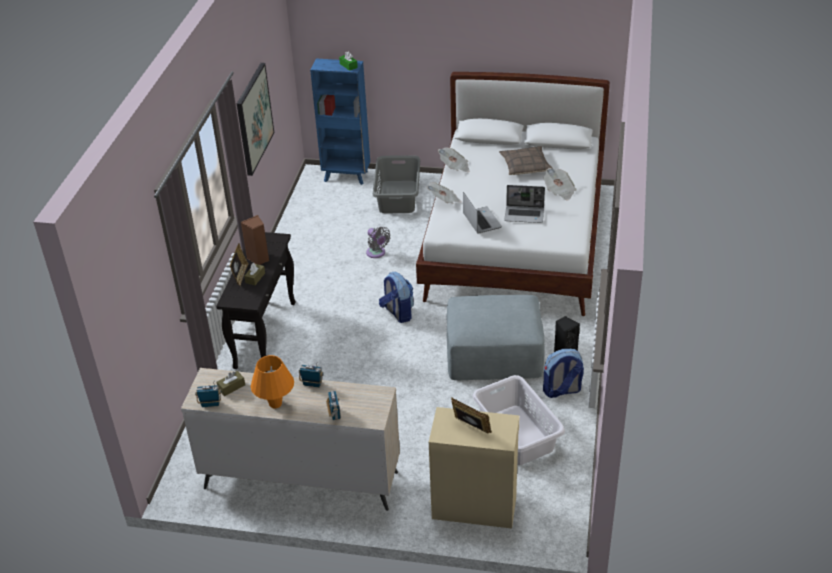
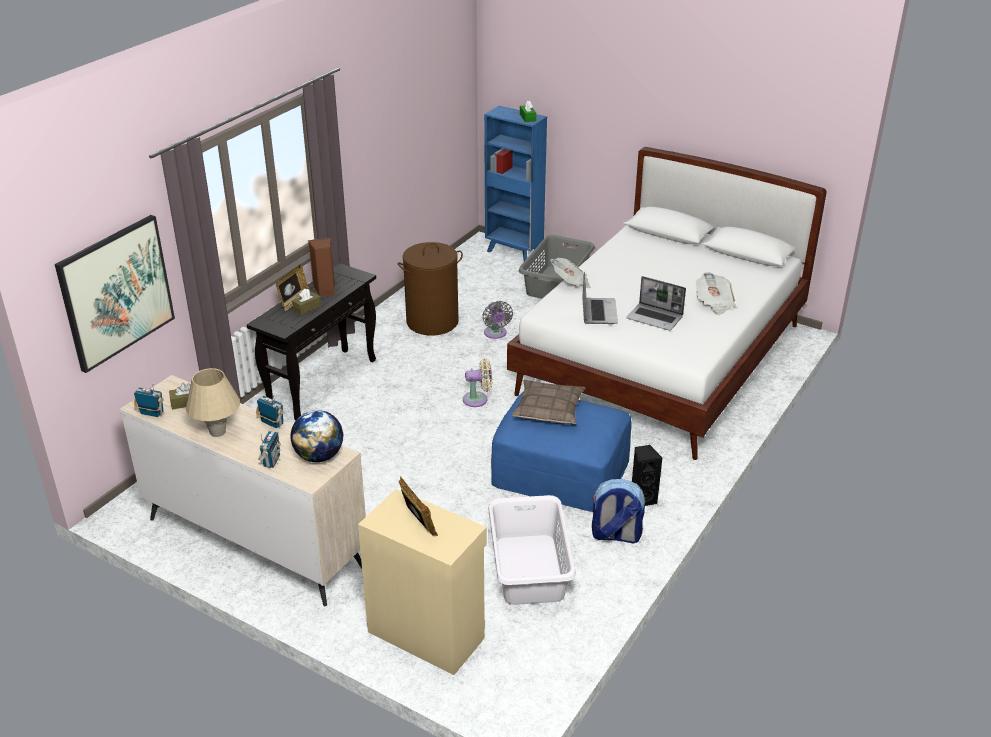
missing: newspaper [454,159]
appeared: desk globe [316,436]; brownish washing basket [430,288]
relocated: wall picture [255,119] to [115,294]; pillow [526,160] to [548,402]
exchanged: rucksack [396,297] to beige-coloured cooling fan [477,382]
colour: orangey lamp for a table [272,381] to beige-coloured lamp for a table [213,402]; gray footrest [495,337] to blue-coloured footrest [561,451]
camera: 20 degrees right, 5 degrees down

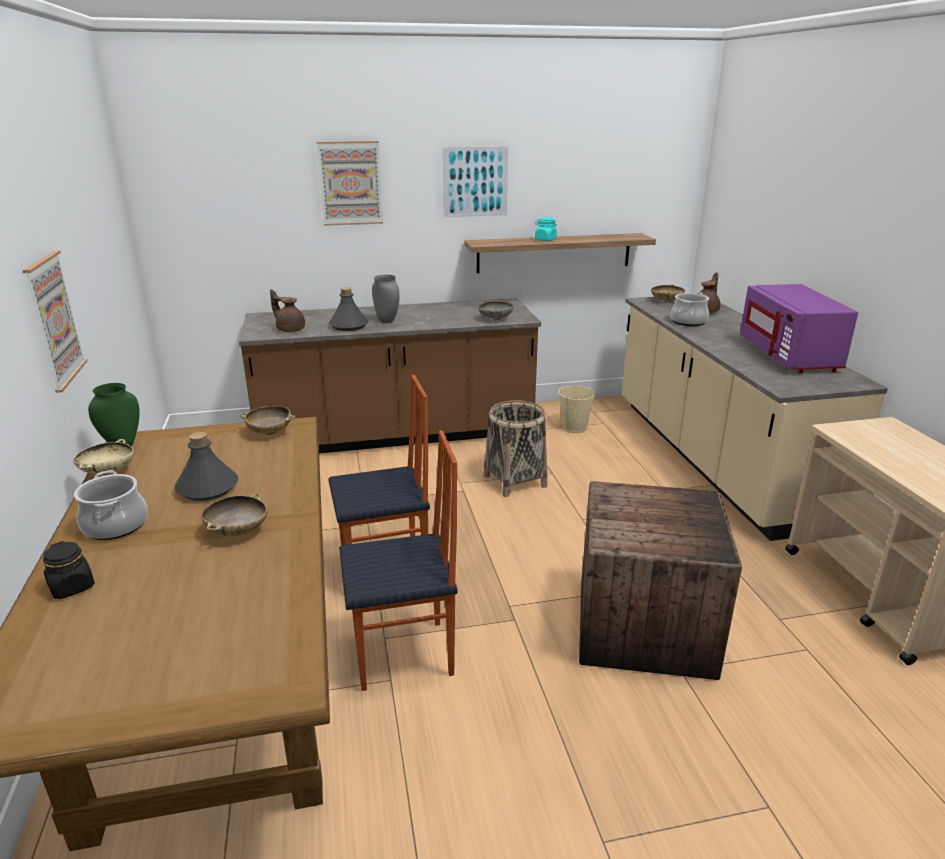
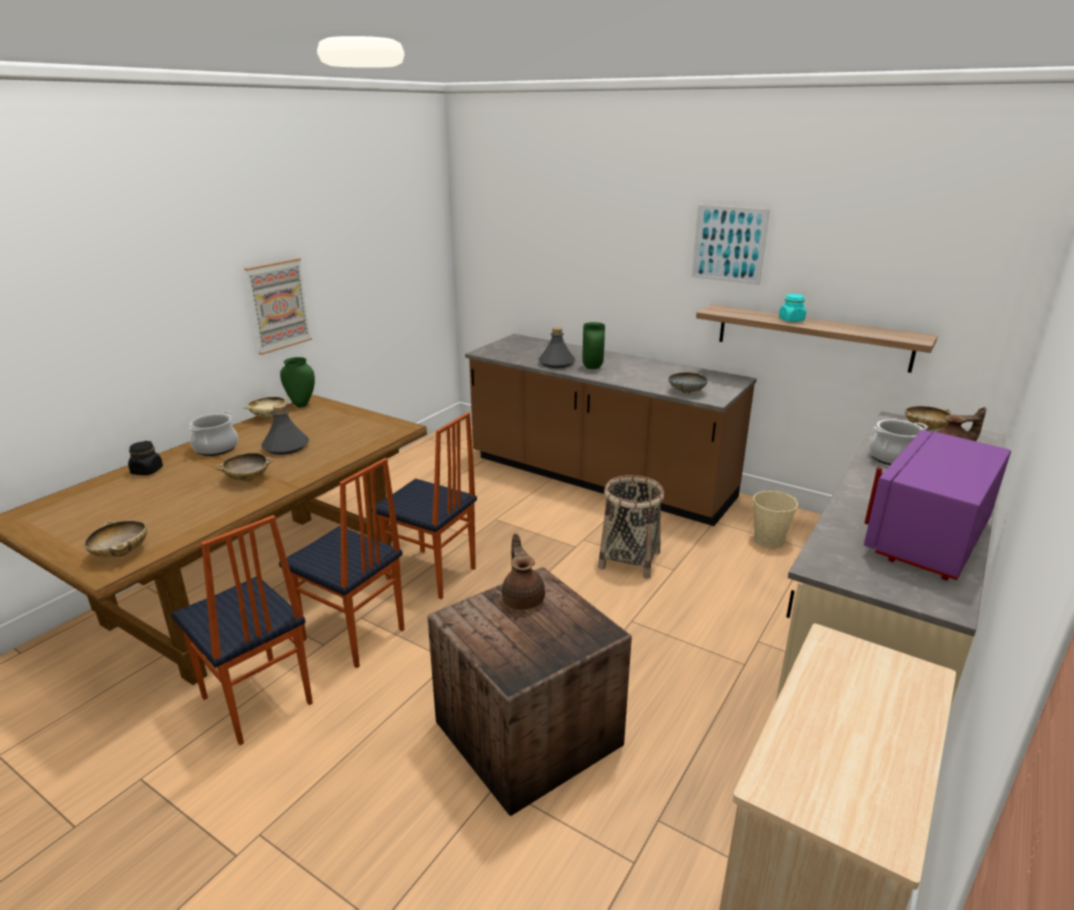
missing: wall picture [350,183]
appeared: plain chair [242,630]
relocated: beige-coloured bowl [267,420] to [115,538]; brownish pot for tea [287,310] to [523,571]
colour: gray vase [386,299] to green-coloured vase [593,345]
camera: 45 degrees right, 0 degrees up

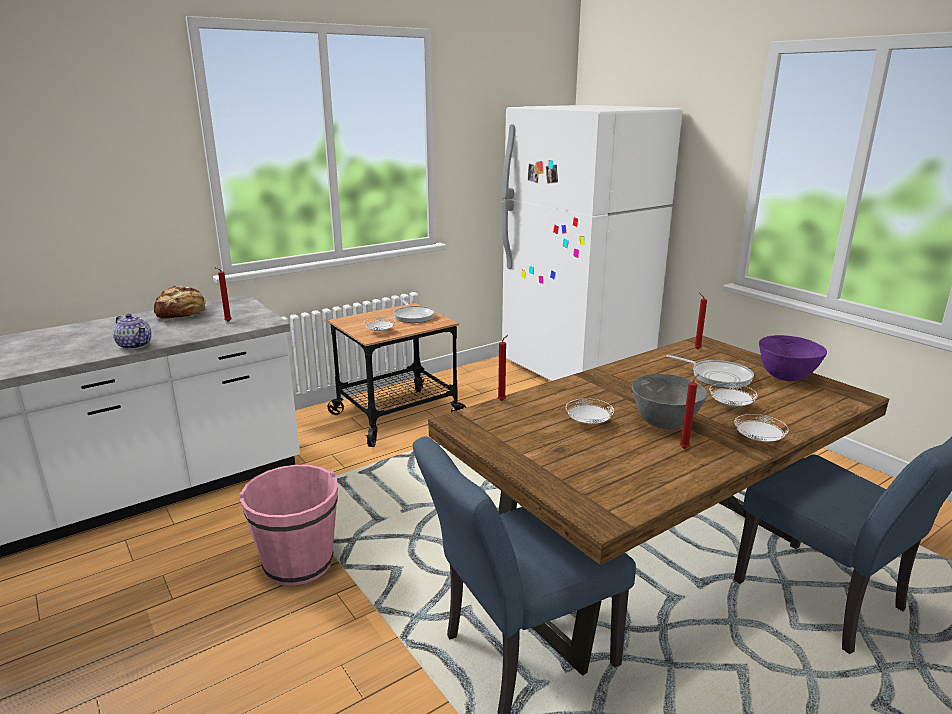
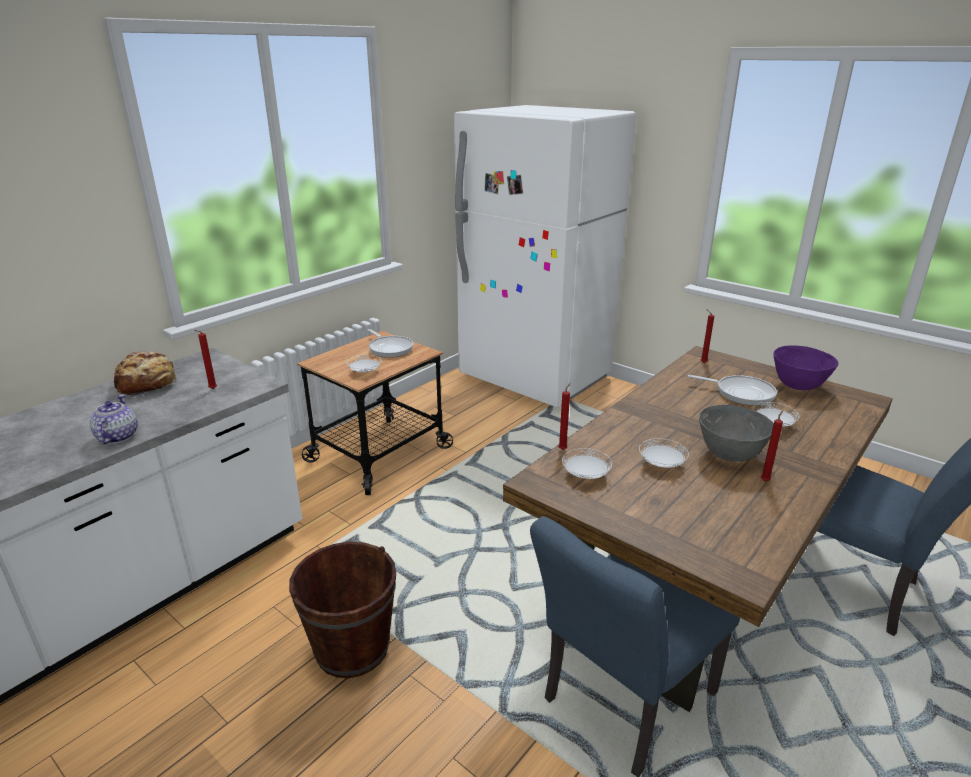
relocated: white-coloured flat dish [761,428] to [587,463]
colour: pink pail [289,525] to brownish pail [342,610]
spun: pot for tea [132,331] = [114,419] 120 degrees counterclockwise
camera: 15 degrees left, 5 degrees up

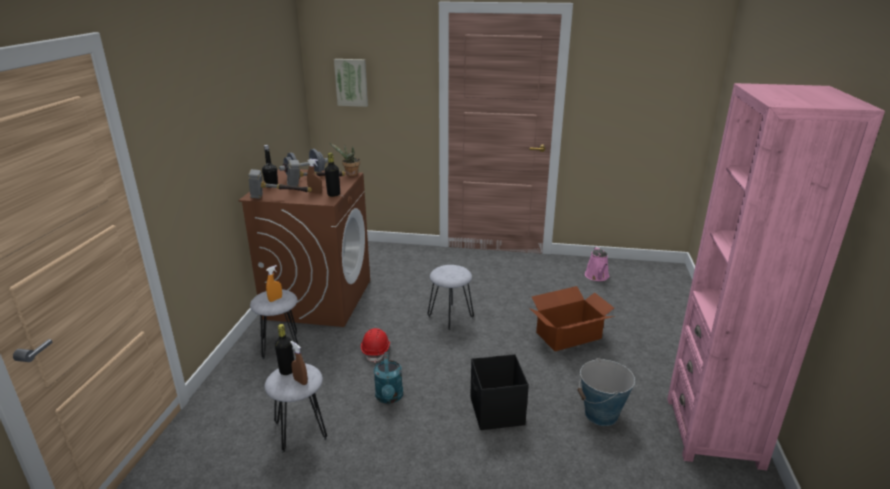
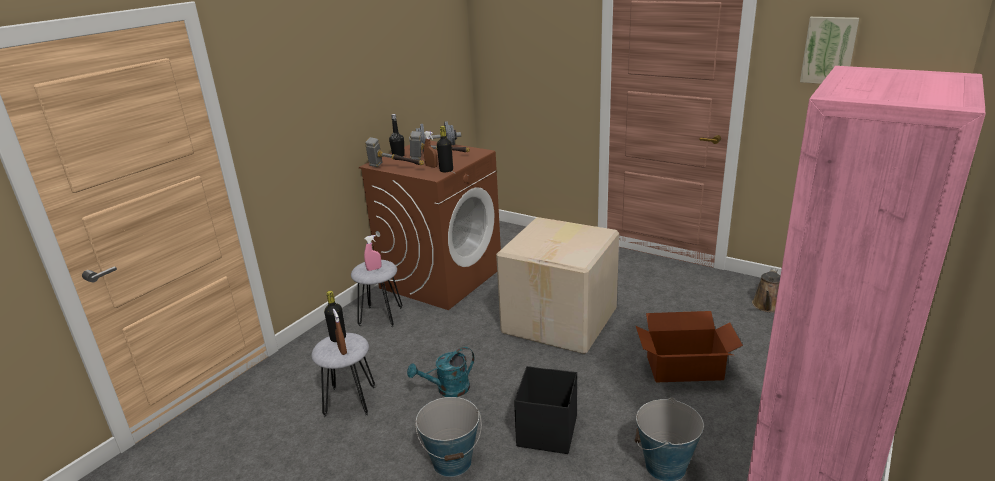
missing: potted plant [344,159]; red-coloured hard hat [375,345]
appeared: pail [448,437]
relocated: wall picture [351,83] to [829,50]
exchanged: gray stool [451,297] to carton [557,285]
colour: orangey sprayer [274,283] to pink sprayer [373,253]; pink sprinkling can [597,264] to brownish sprinkling can [766,290]
spun: turquoise-coloured sprinkling can [388,378] = [440,372] 45 degrees clockwise
camera: 25 degrees right, 0 degrees up

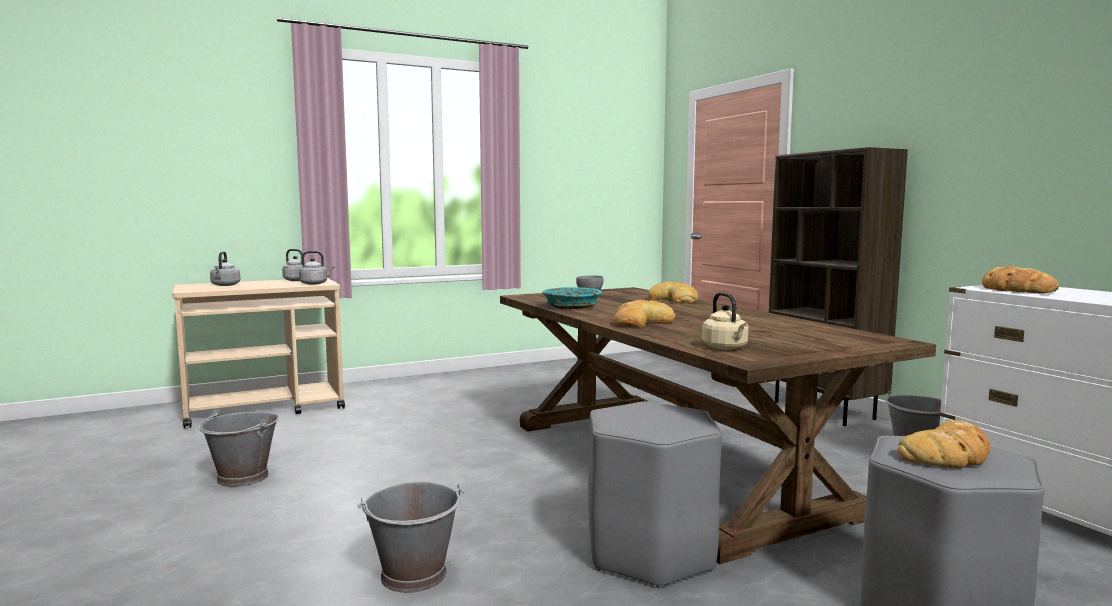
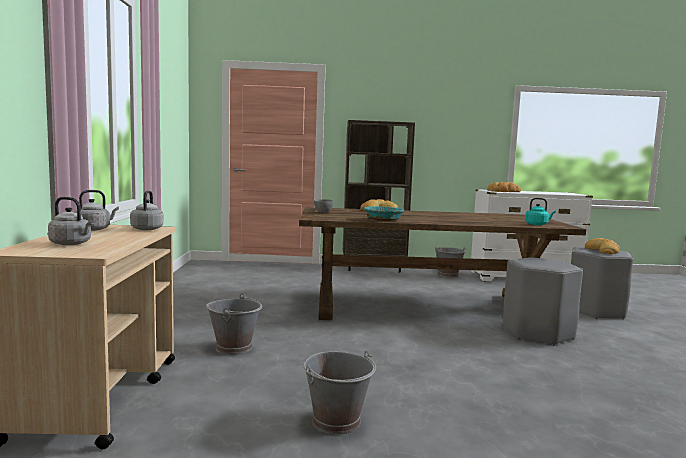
missing: bakery bread [644,313]
relocated: gray pail [411,537] to [234,324]
colour: beige-coloured kettle [725,321] to turquoise-coloured kettle [540,211]
camera: 65 degrees left, 0 degrees up

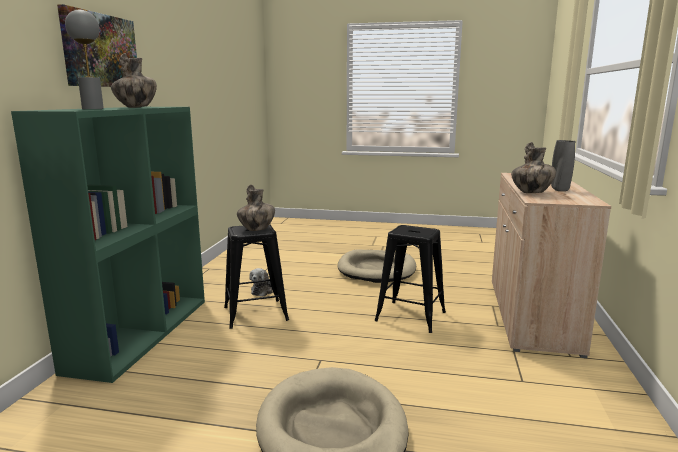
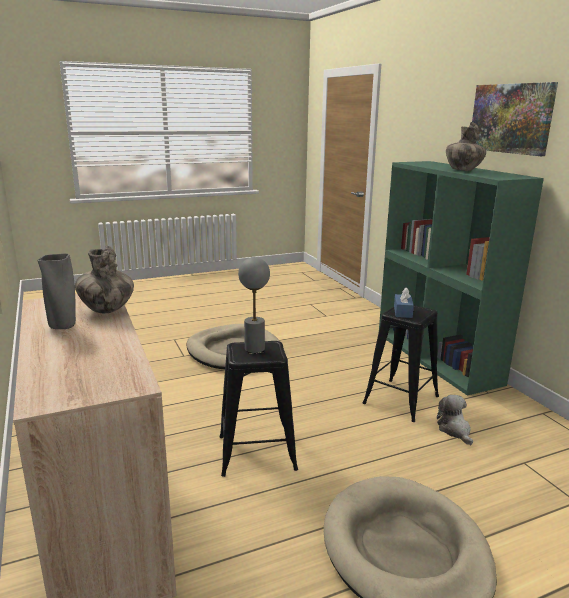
relocated: gray lamp for a table [84,59] to [254,305]
exchanged: vase [256,208] to blue-coloured tissue box [404,303]
camera: 145 degrees right, 5 degrees up

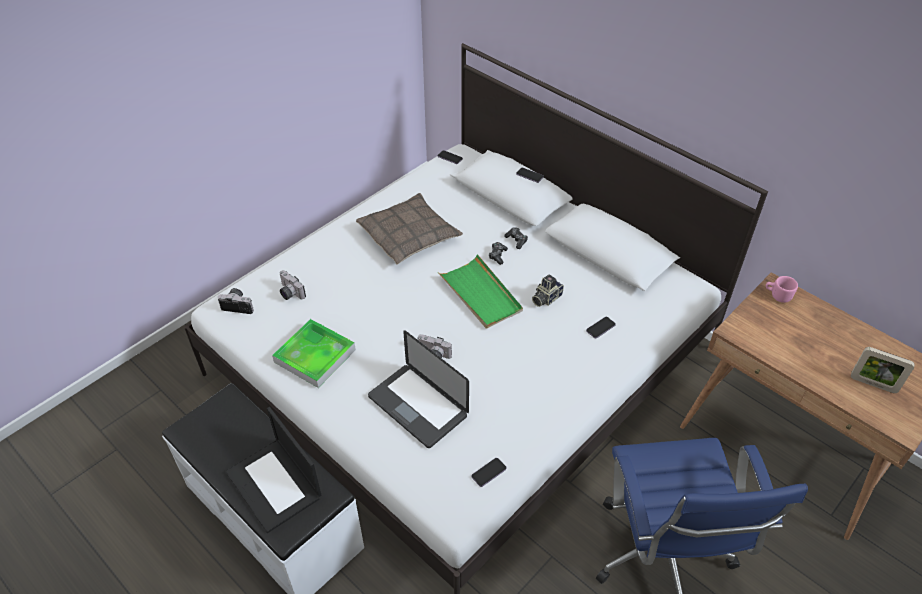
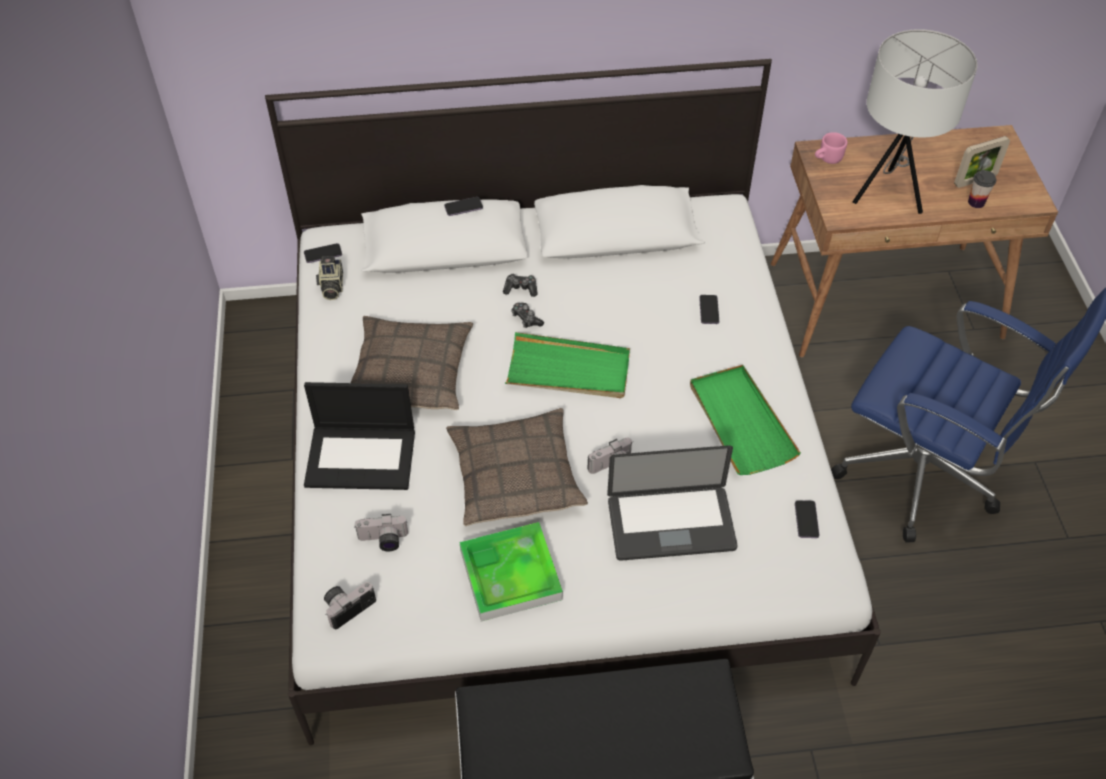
appeared: pillow [517,467]; green-coloured carrying tray [745,420]; white-coloured lamp for a table [914,121]; drinking cup [982,189]
relocated: notebook computer [273,470] to [359,436]; photo camera [548,290] to [329,278]
camera: 50 degrees left, 5 degrees up

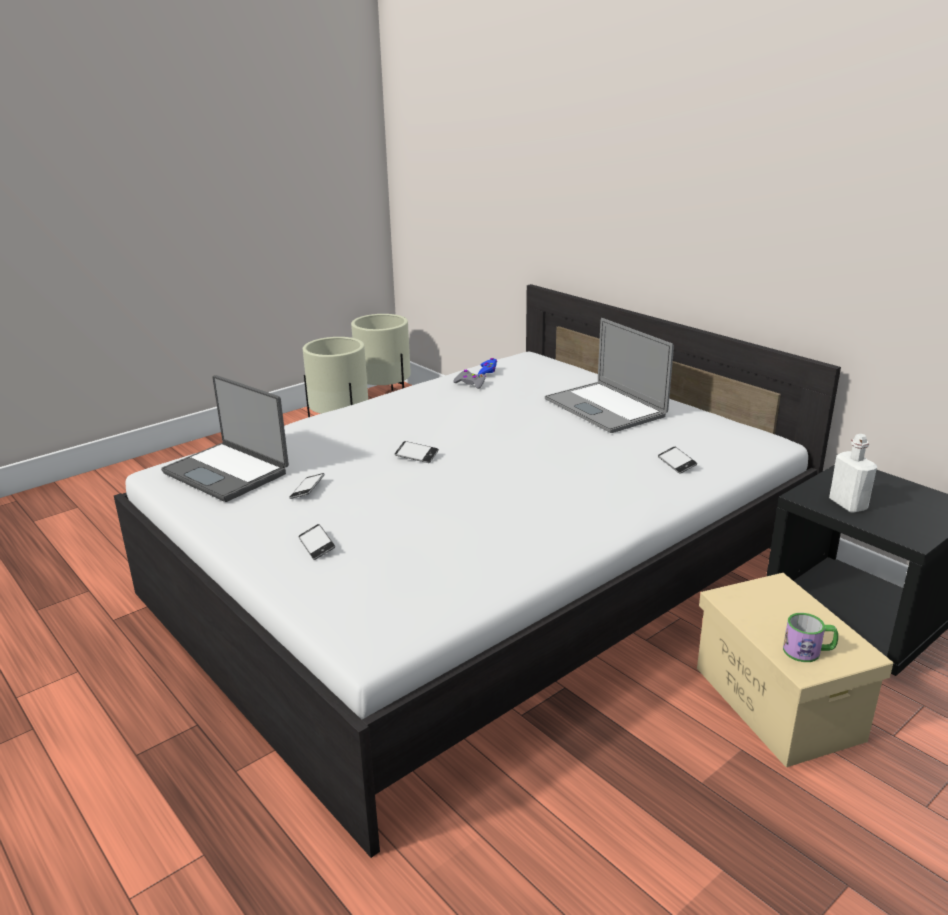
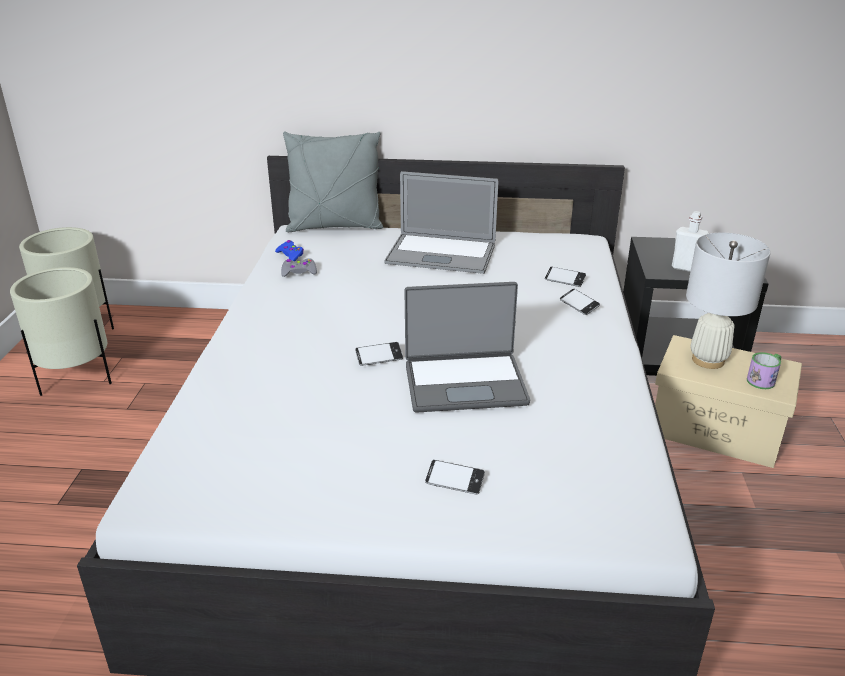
appeared: gray pillow [333,181]; white-coloured lamp for a table [728,301]
relocated: notebook computer [225,438] to [467,347]; handset [307,486] to [580,302]
camera: 45 degrees left, 5 degrees up

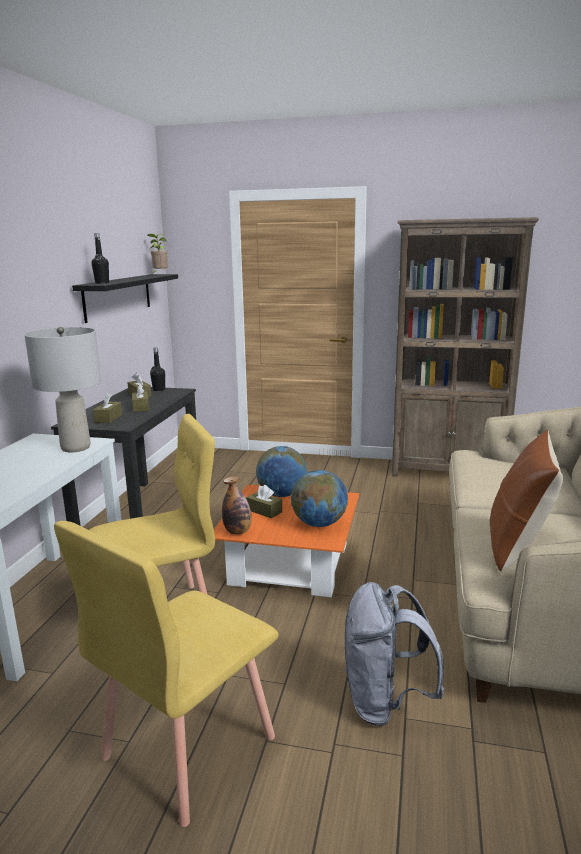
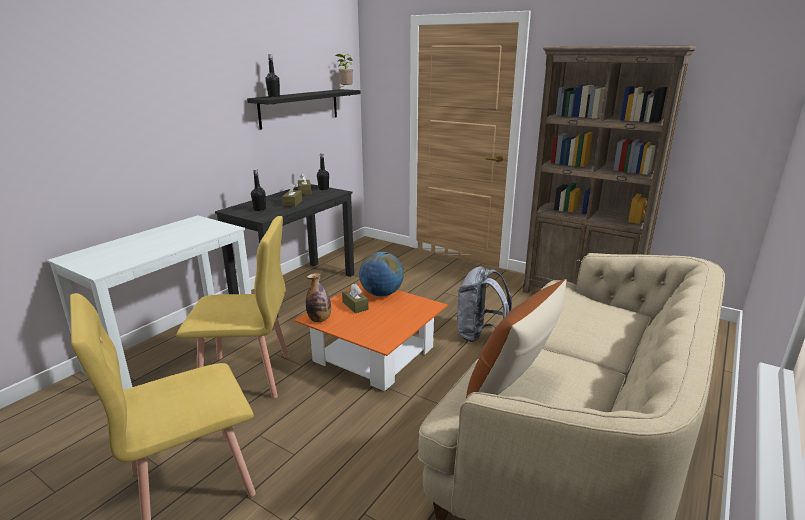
missing: gray lamp for a table [62,389]; desk globe [319,498]
relocated: gray rucksack [395,654] to [484,304]
exchanged: brownish tissue box [107,408] to black beverage bottle [258,190]
camera: 20 degrees right, 5 degrees up

